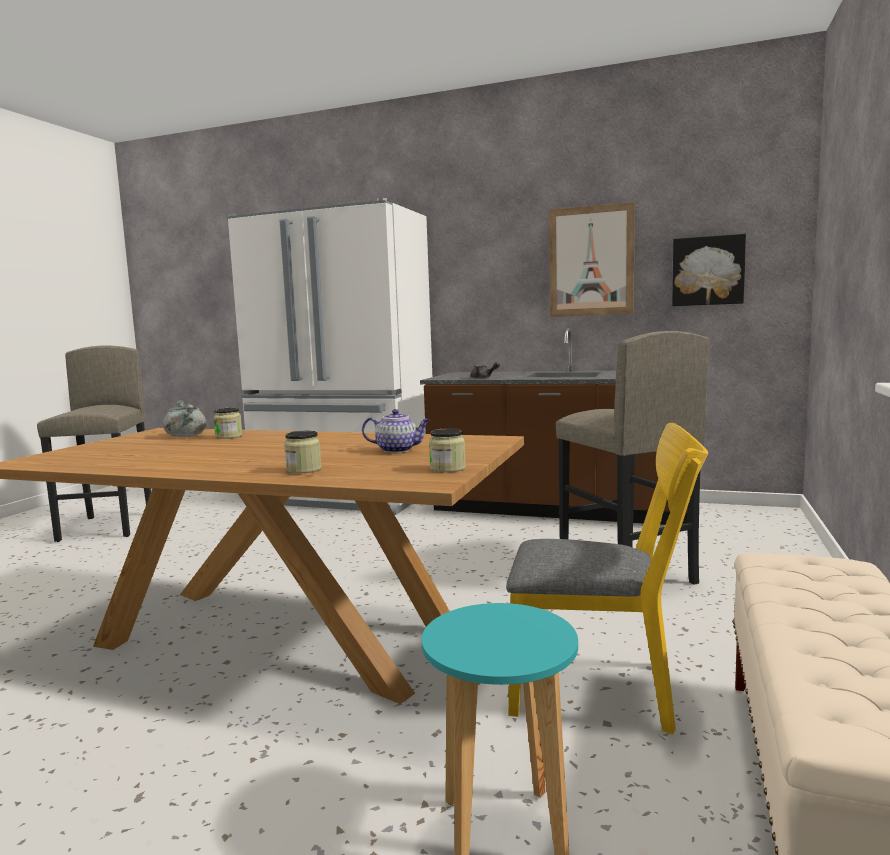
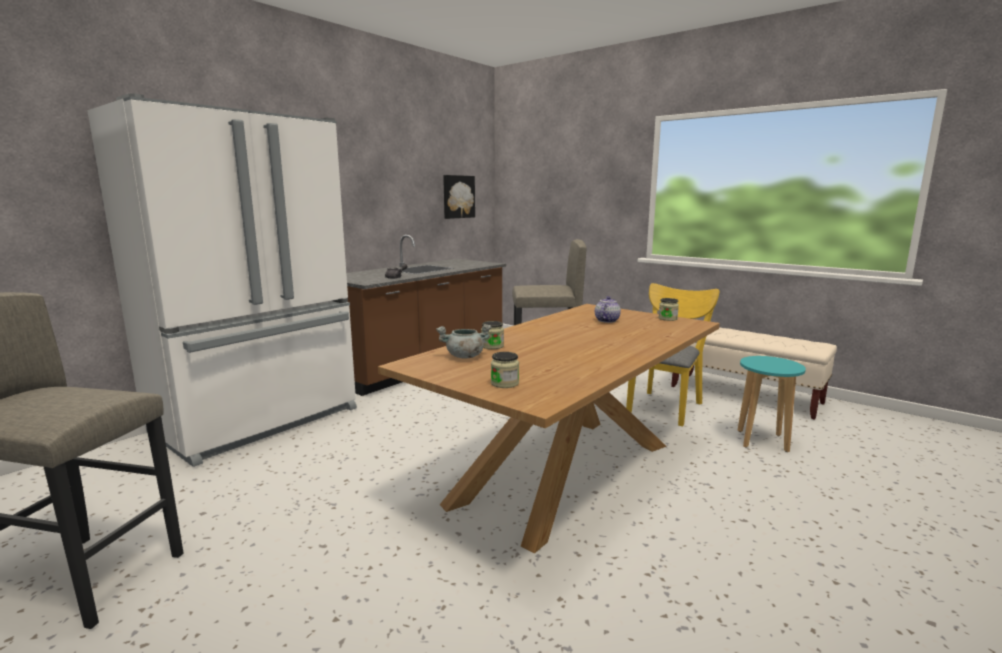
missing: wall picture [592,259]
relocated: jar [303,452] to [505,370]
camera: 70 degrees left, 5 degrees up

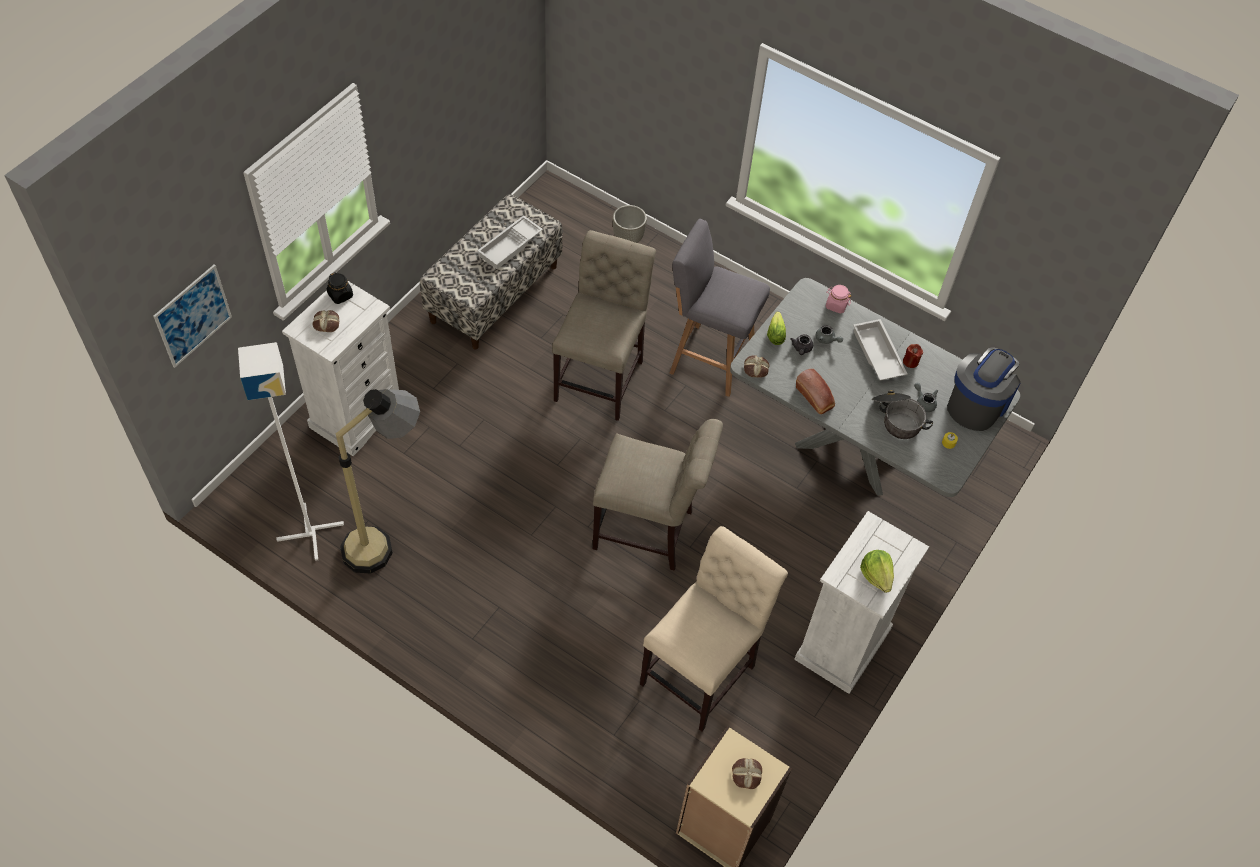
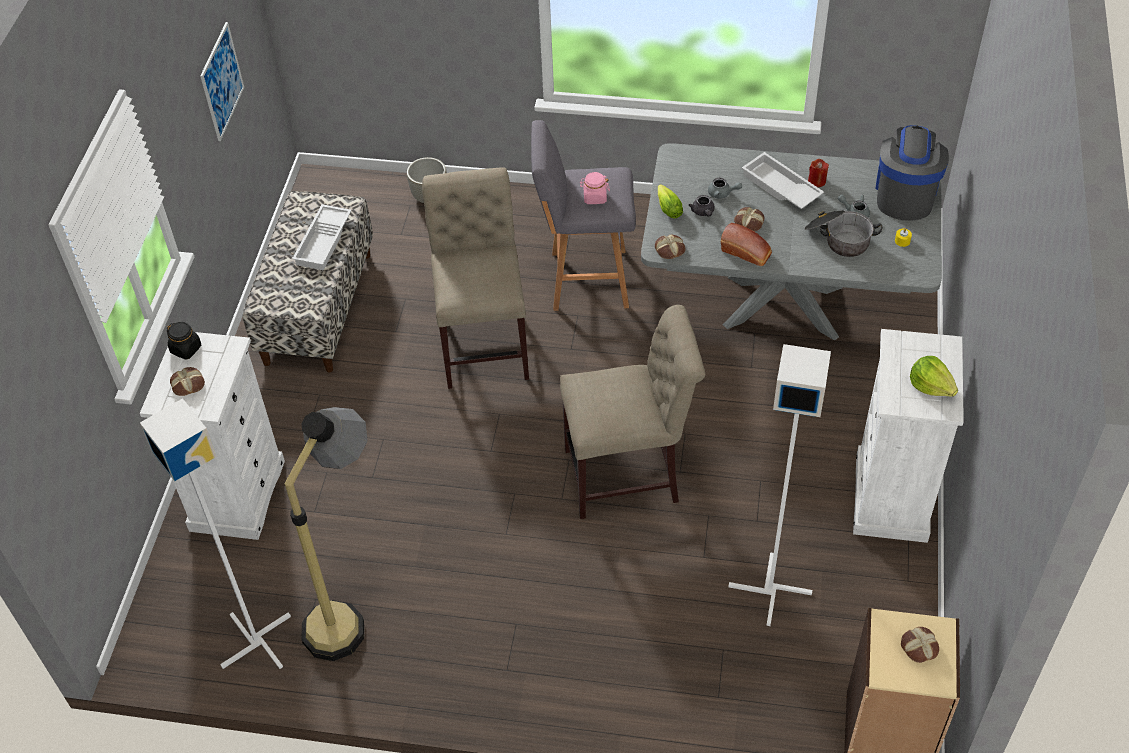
appeared: bakery bread [749,219]
relocated: wall picture [192,316] to [222,81]; pink jar [839,299] to [595,188]
exchanged: beige-coloured plain chair [714,628] to white-coloured standing lamp [780,485]
camera: 20 degrees left, 5 degrees down

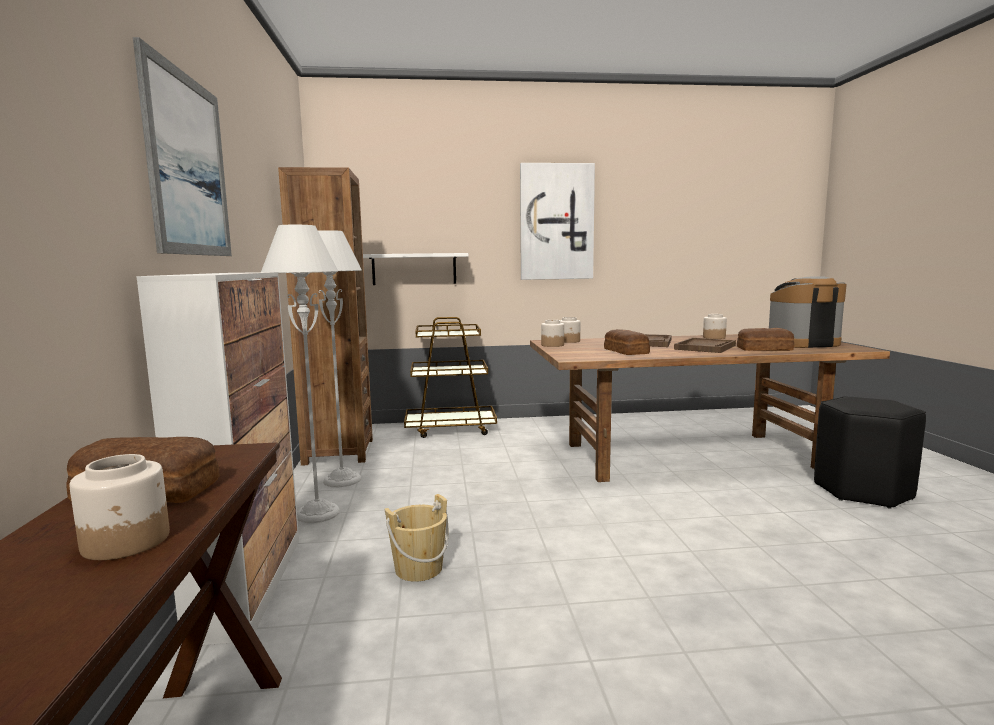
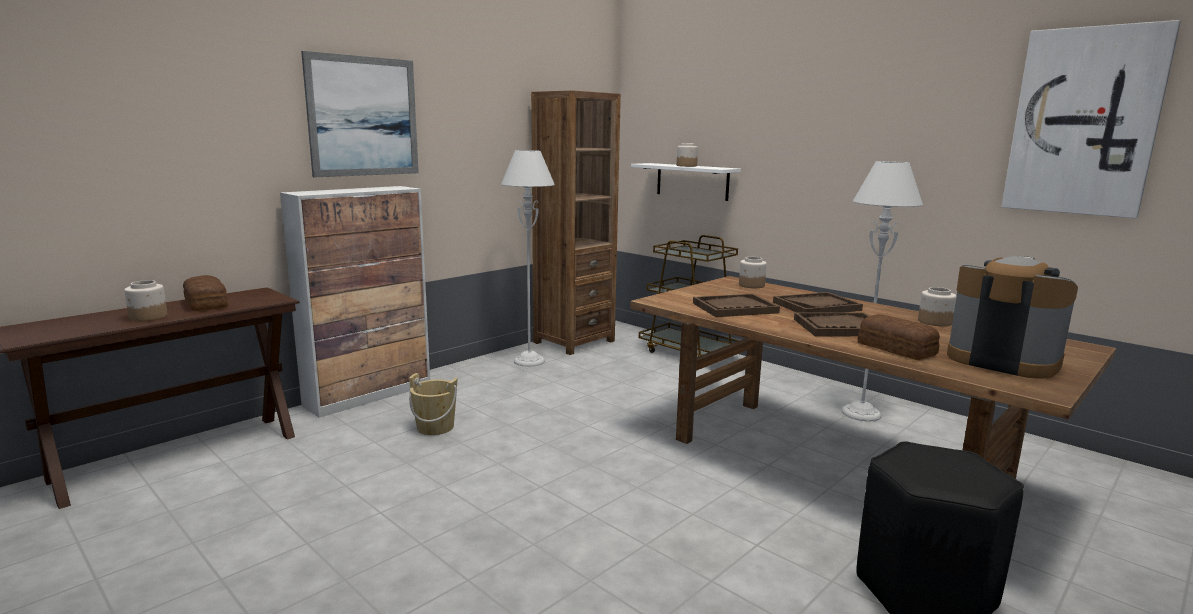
relocated: gray standing lamp [300,374] to [882,291]; wall picture [557,221] to [1091,119]; jar [552,333] to [687,155]
exchanged: bakery bread [627,342] to brownish carrying tray [736,305]
camera: 50 degrees right, 5 degrees up

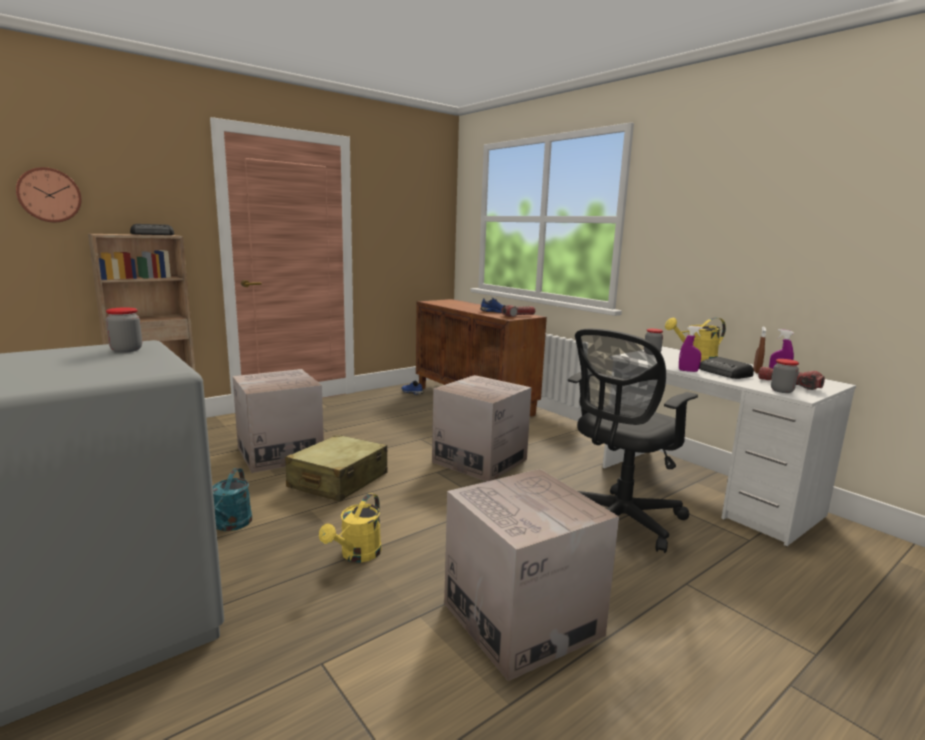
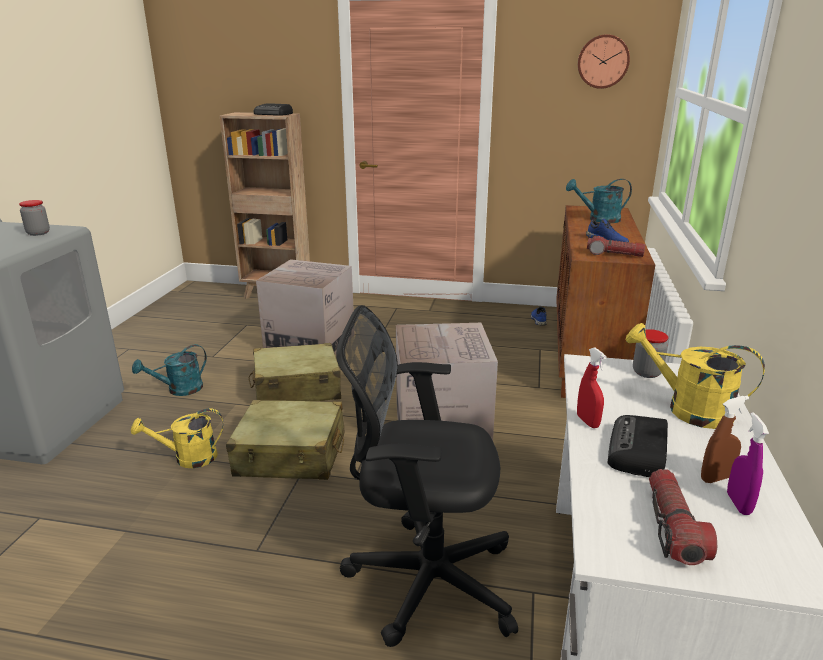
missing: carton [531,575]; jar [785,376]
appeared: beige-coloured suitcase [285,440]; turquoise-coloured sprinkling can [599,201]
relocated: wall clock [49,194] to [604,61]
colour: purple-coloured sprayer [691,349] to red-coloured sprayer [592,387]
camera: 50 degrees right, 10 degrees up

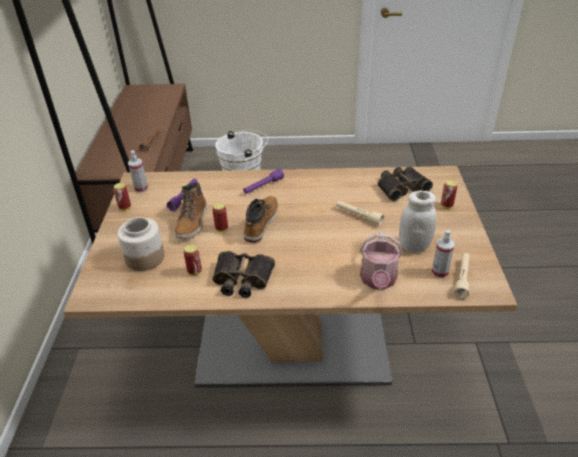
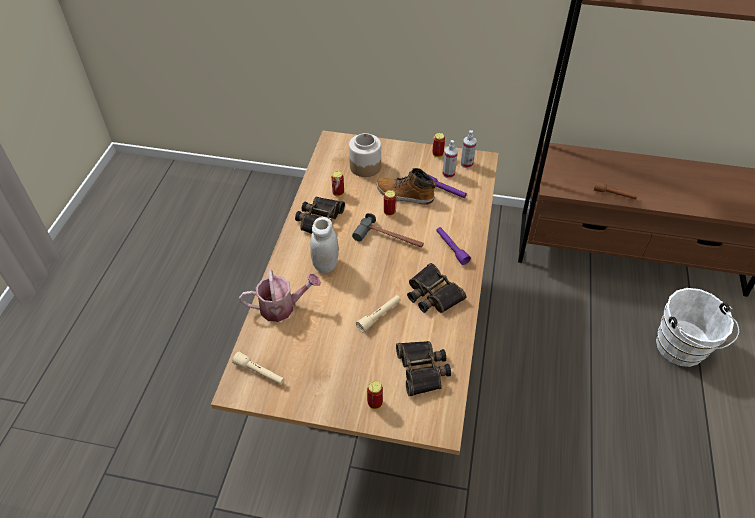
appeared: pair of binoculars [437,288]
relocated: white-coloured jar [417,222] to [324,245]; sprayer [443,254] to [450,159]
exchanged: tall boot [261,219] to hand hammer [388,230]
spun: sprinkling can [381,260] = [280,295] 150 degrees clockwise
camera: 100 degrees right, 10 degrees up

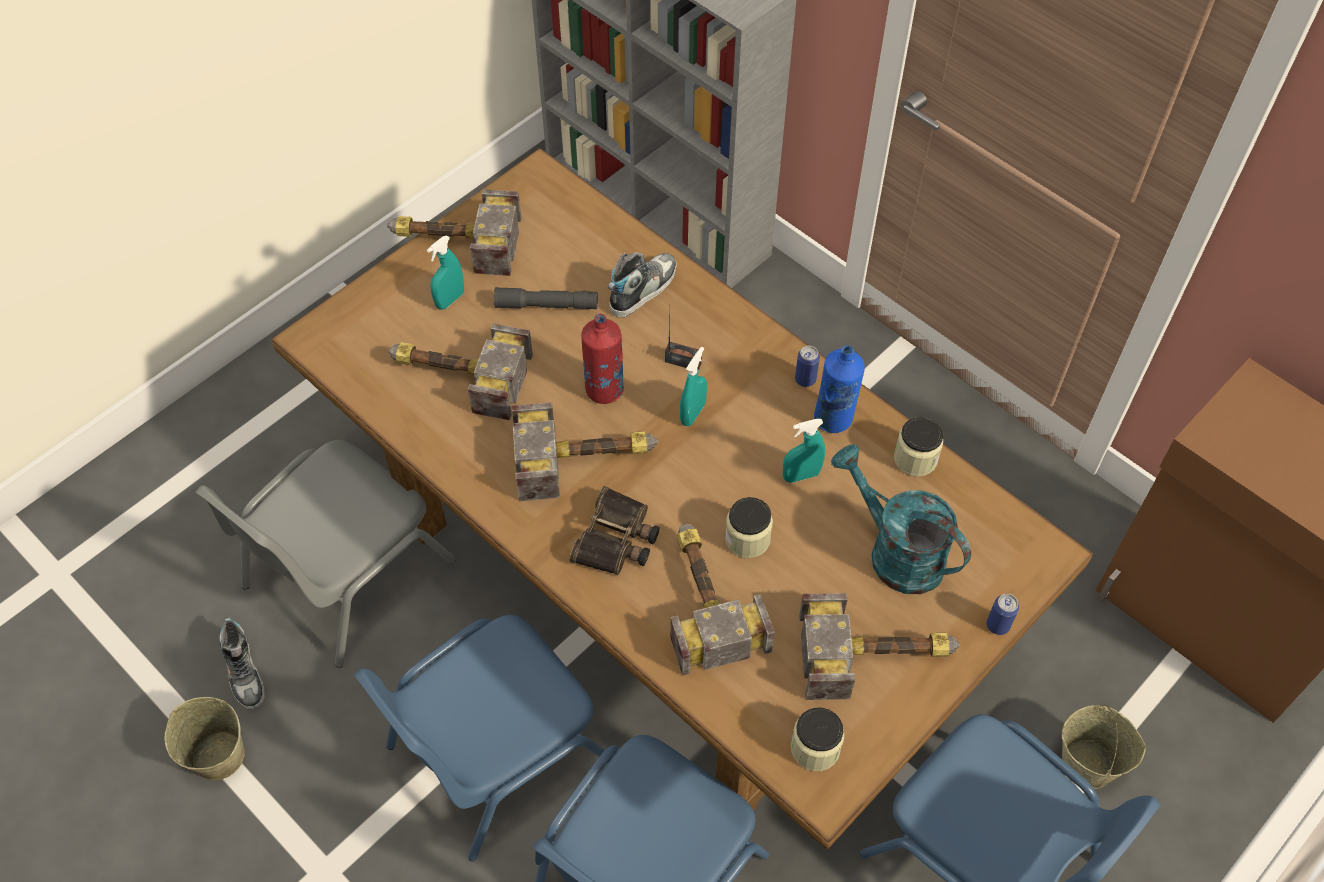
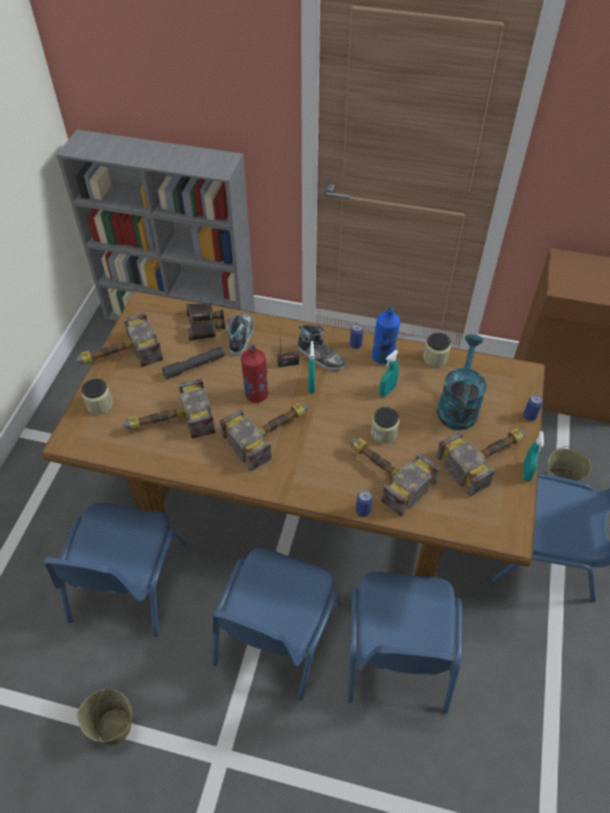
appeared: sealed can [364,503]
relocated: low shoe [242,663] to [321,347]; turquoise-coloured sprayer [445,272] to [533,456]; pair of binoculars [614,530] to [205,322]; jar [817,739] to [97,396]
colour: gray plain chair [325,554] to blue-coloured plain chair [115,570]
spun: turquoise-coloured sprinkling can [901,519] = [462,382] 90 degrees clockwise
camera: 30 degrees left, 5 degrees down

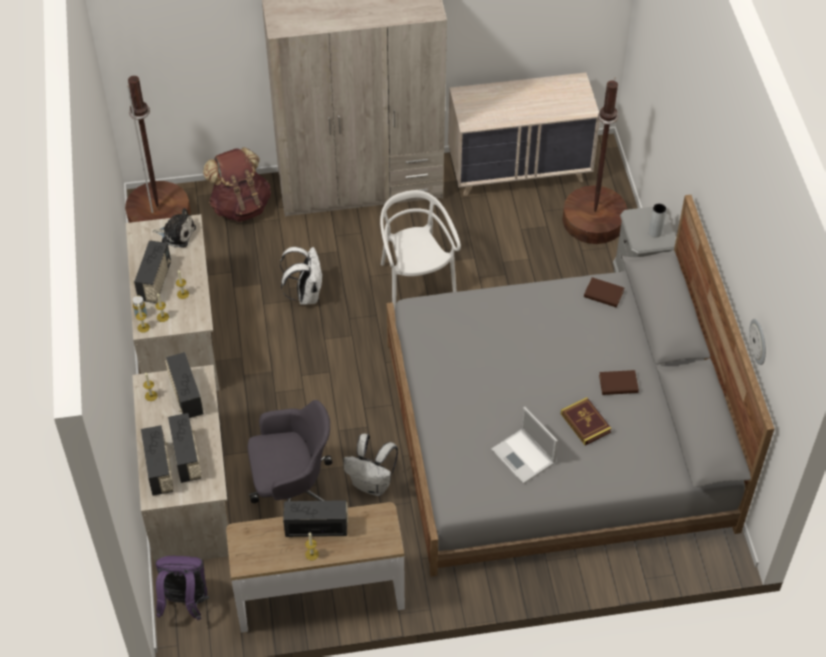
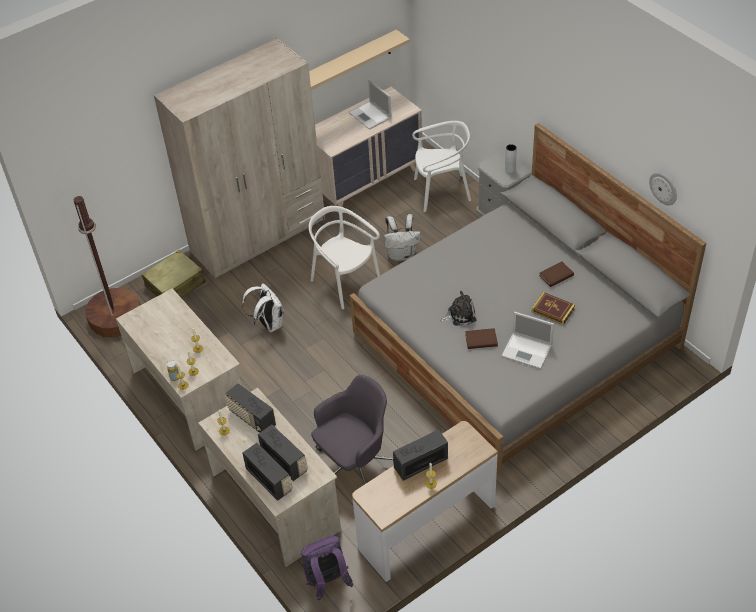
missing: radio set [152,271]
appeared: beige-coloured shelf [359,60]; notebook computer [370,105]
relocated: plush toy [174,227] to [458,308]; white-coloured rucksack [371,465] to [402,237]; brownish volume [604,292] to [481,338]
exchanged: brownish rucksack [237,184] to beige-coloured suitcase [174,274]; brownish standing lamp [594,160] to white-coloured plain chair [441,166]
camera: 25 degrees left, 5 degrees down

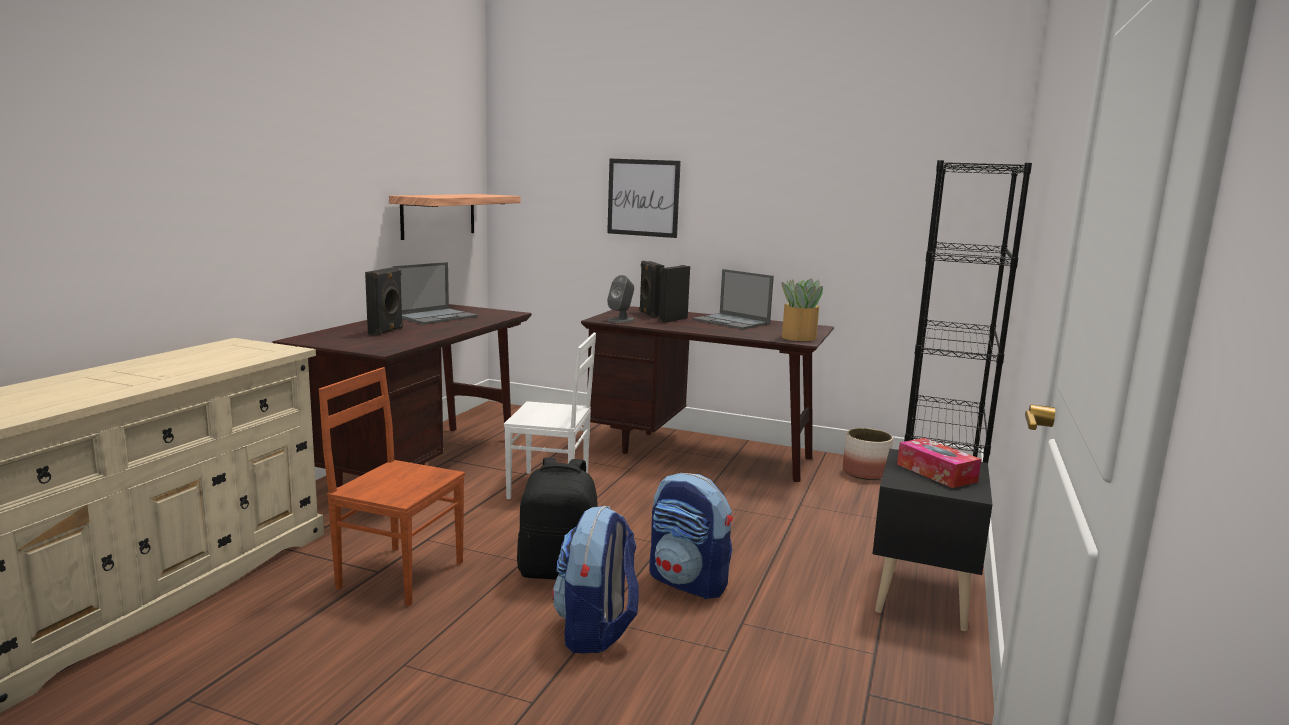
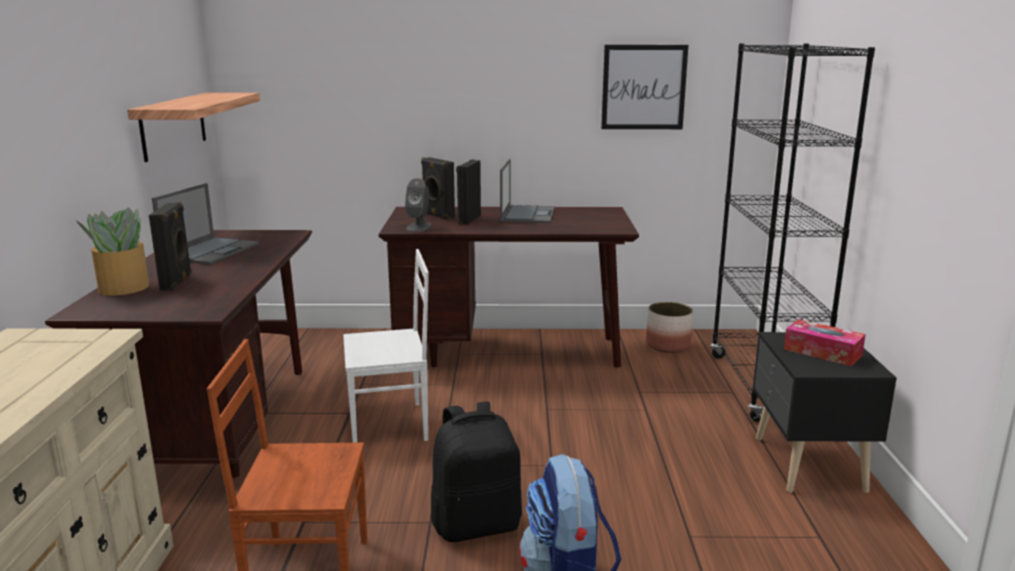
missing: rucksack [691,536]
relocated: wall picture [644,198] to [644,87]; potted plant [802,310] to [112,252]
spun: notebook computer [733,299] = [527,191] 105 degrees counterclockwise
camera: 20 degrees left, 5 degrees up

